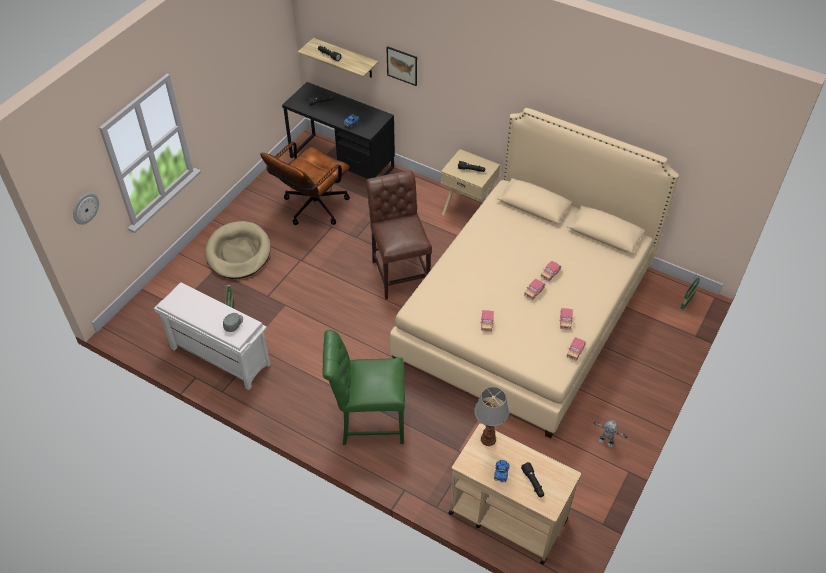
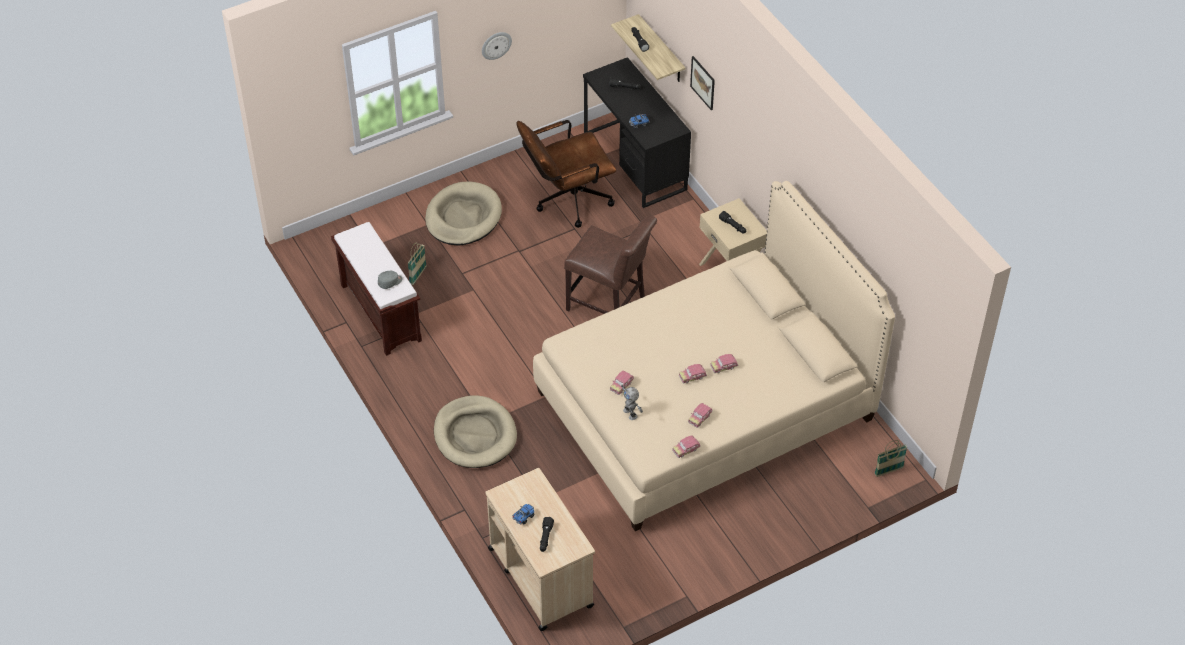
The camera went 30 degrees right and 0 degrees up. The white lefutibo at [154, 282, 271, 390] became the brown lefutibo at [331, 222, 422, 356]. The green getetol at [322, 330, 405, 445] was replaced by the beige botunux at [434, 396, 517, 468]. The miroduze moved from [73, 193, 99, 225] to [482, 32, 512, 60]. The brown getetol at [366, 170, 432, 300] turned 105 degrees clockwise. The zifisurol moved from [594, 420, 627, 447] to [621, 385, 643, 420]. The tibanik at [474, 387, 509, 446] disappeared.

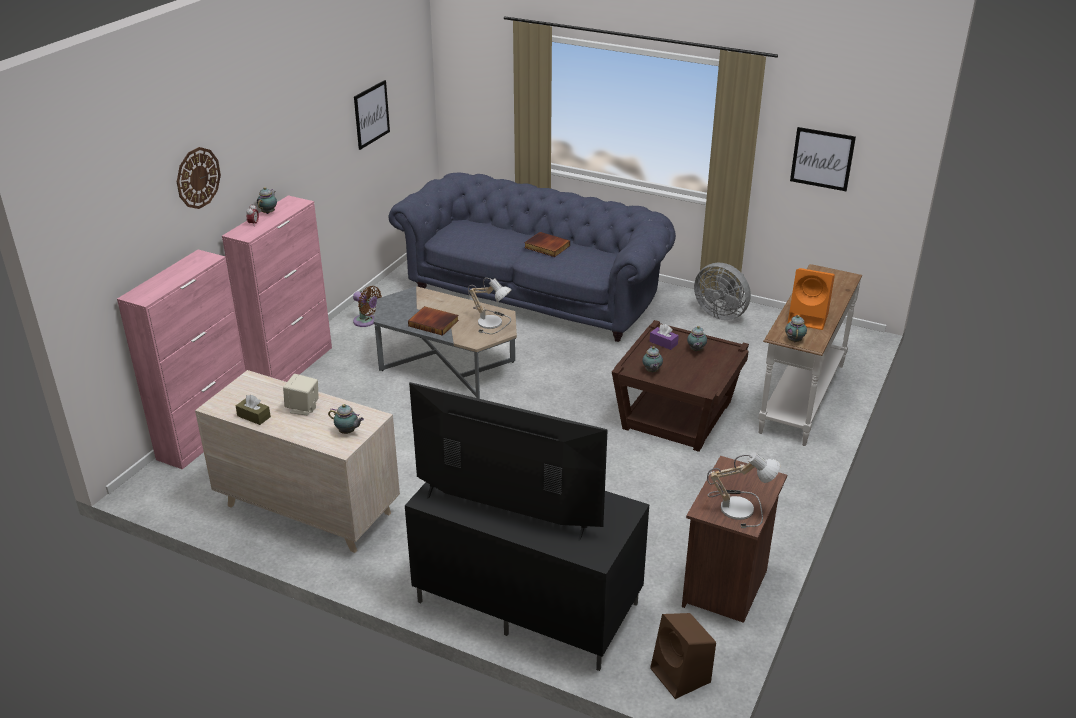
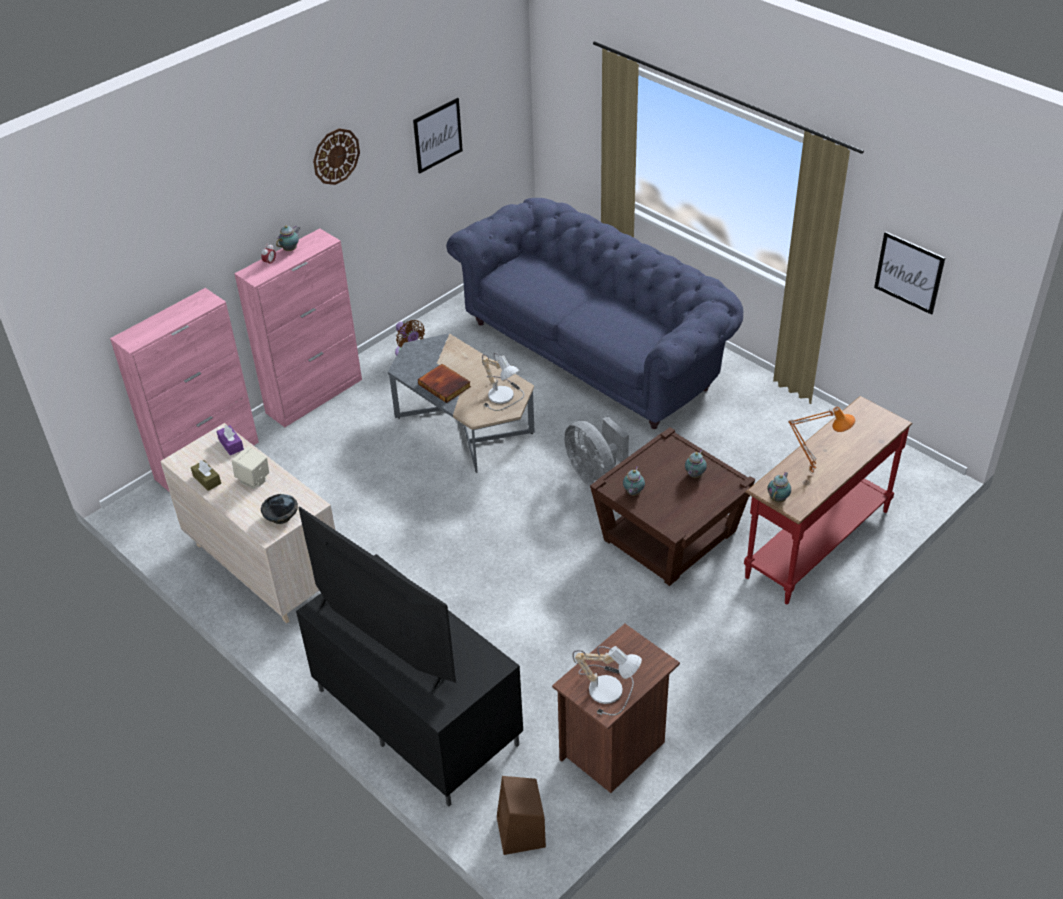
The camera went 20 degrees right and 10 degrees up. The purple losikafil moved from [650, 324, 679, 350] to [216, 425, 244, 455]. The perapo at [328, 404, 364, 434] was replaced by the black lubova at [261, 494, 298, 524]. The miroduze moved from [177, 147, 221, 209] to [313, 128, 360, 185]. The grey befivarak moved from [694, 263, 751, 320] to [564, 416, 629, 486]. The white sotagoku at [758, 264, 862, 446] became the red sotagoku at [744, 396, 913, 604]. The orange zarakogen at [788, 268, 835, 330] was replaced by the orange tibanik at [788, 407, 855, 474]. The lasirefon at [524, 232, 570, 257] disappeared.

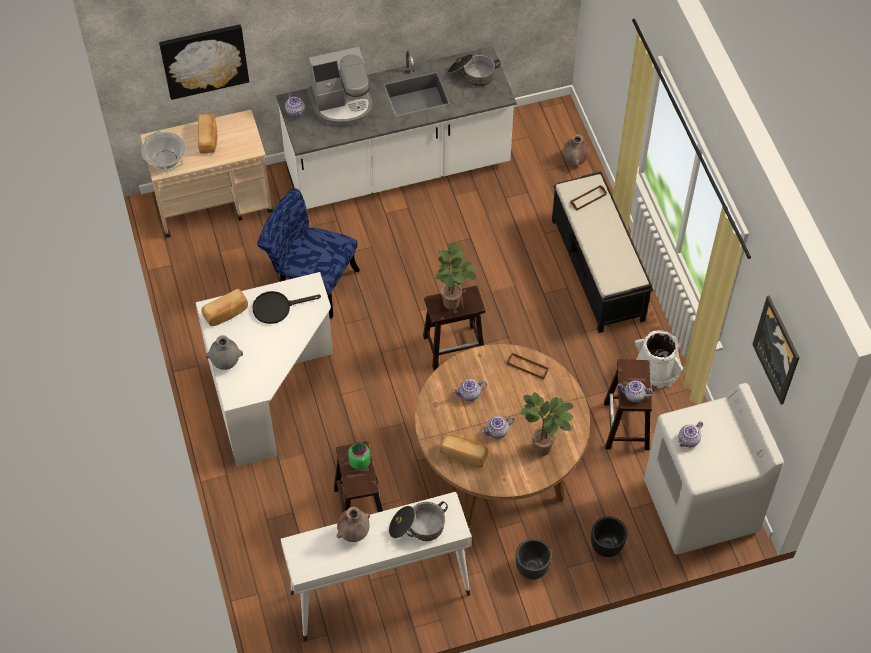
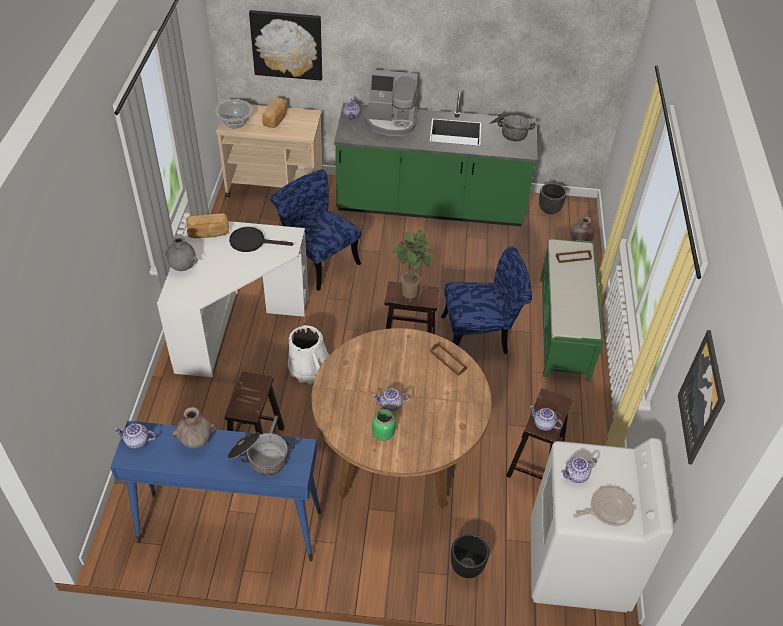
The camera went 20 degrees right and 10 degrees down. The white sotagoku at [281, 492, 472, 642] became the blue sotagoku at [110, 421, 321, 561]. The perapo moved from [453, 379, 487, 401] to [114, 423, 156, 449]. The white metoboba moved from [635, 330, 683, 389] to [288, 325, 329, 384]. The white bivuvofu at [276, 46, 517, 209] became the green bivuvofu at [334, 92, 538, 226]. The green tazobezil moved from [348, 442, 370, 470] to [372, 409, 396, 441]. The blue getetol at [441, 246, 532, 354] appeared. The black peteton moved from [516, 539, 552, 580] to [539, 183, 567, 214]. The black lefutibo at [552, 171, 653, 333] became the green lefutibo at [540, 239, 604, 381]. The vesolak at [573, 487, 634, 526] appeared. The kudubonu at [439, 433, 489, 468] disappeared. The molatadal at [520, 392, 574, 456] disappeared.

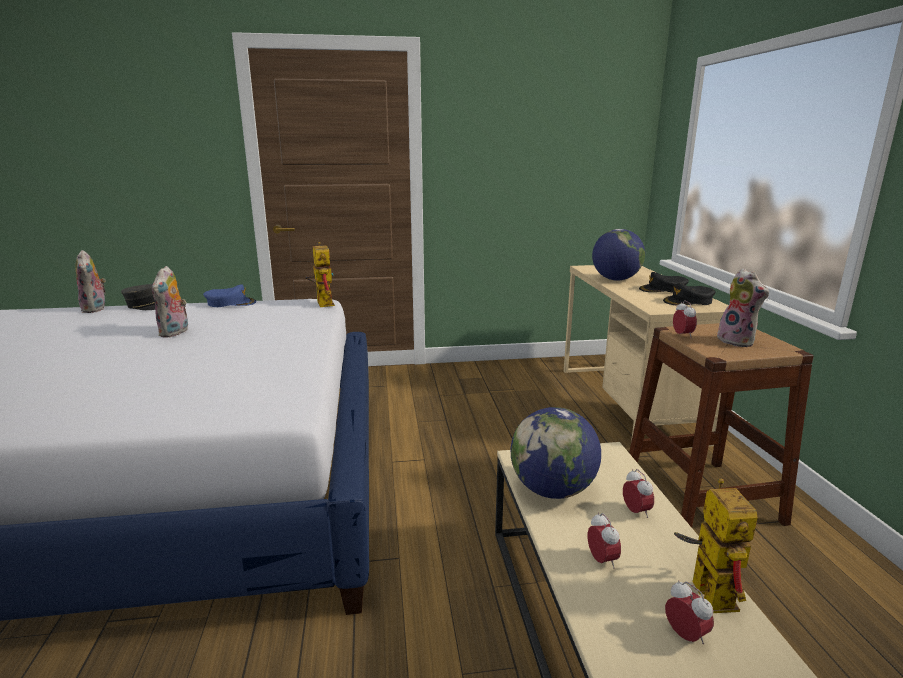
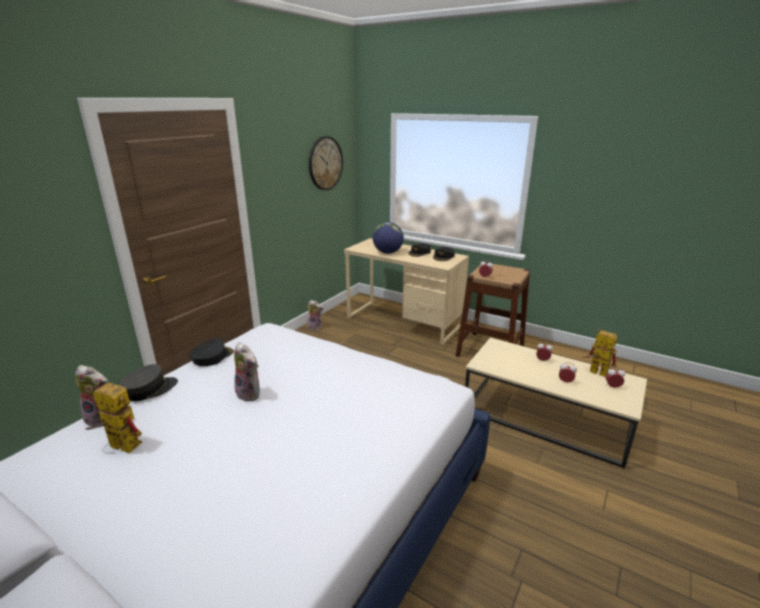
The camera went 50 degrees left and 5 degrees up. The zifisurol moved from [305, 242, 335, 307] to [86, 382, 142, 453]. The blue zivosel at [203, 284, 256, 307] became the black zivosel at [189, 338, 234, 366]. The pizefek moved from [717, 269, 769, 347] to [307, 300, 323, 330]. The miroduze at [309, 136, 343, 190] appeared. The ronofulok at [510, 407, 601, 499] disappeared.

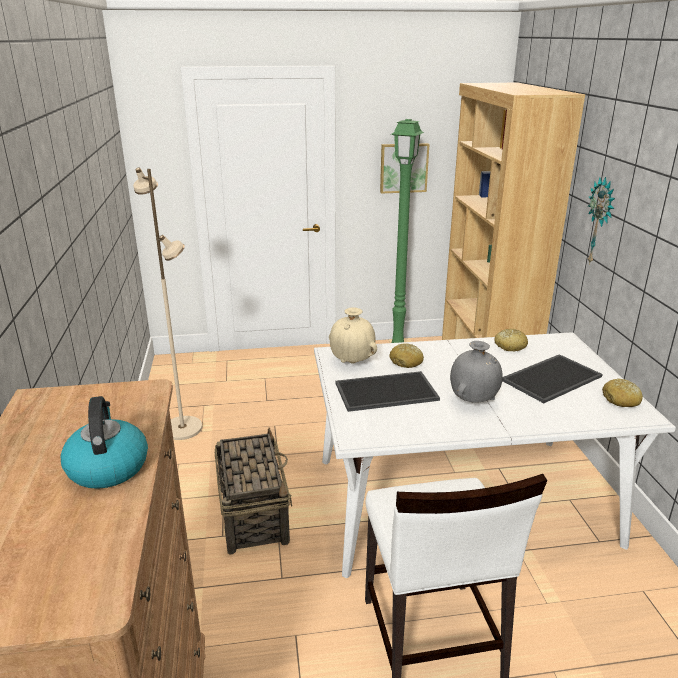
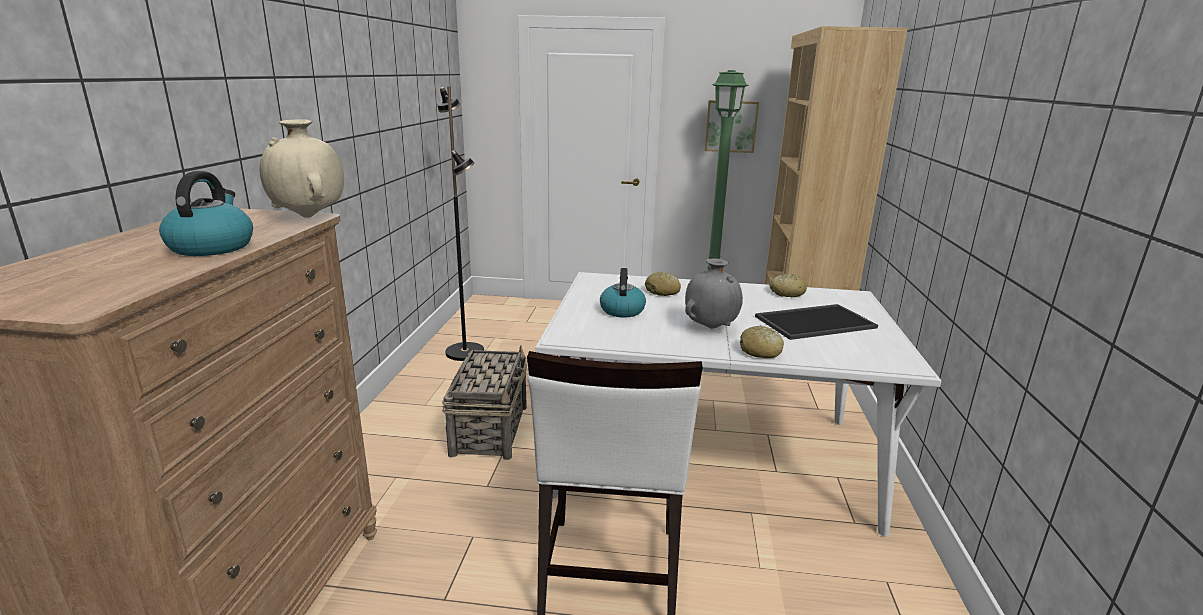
The camera went 15 degrees right and 5 degrees down. The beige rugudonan moved from [329, 307, 377, 364] to [259, 119, 344, 218]. The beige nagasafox at [133, 168, 202, 440] became the black nagasafox at [437, 87, 484, 361]. The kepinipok at [335, 371, 440, 412] was replaced by the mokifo at [600, 268, 646, 317]. The kudubonu moved from [602, 378, 643, 407] to [740, 325, 784, 358]. The miroduze at [588, 177, 615, 265] disappeared.

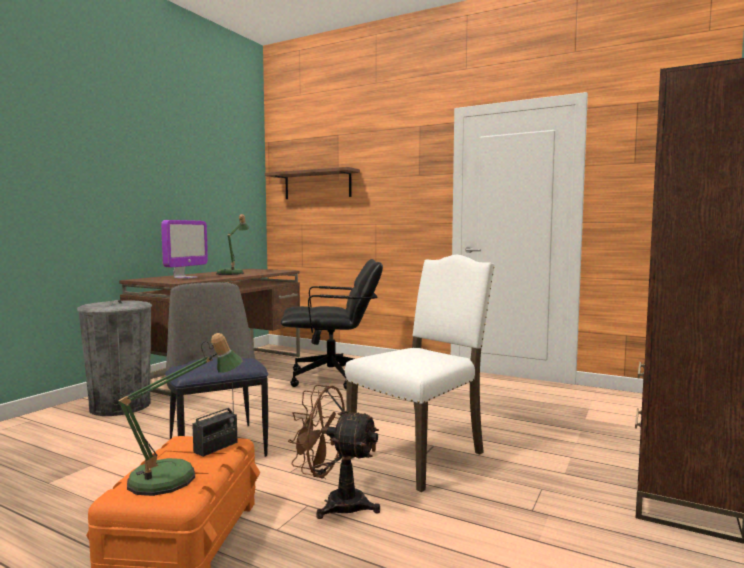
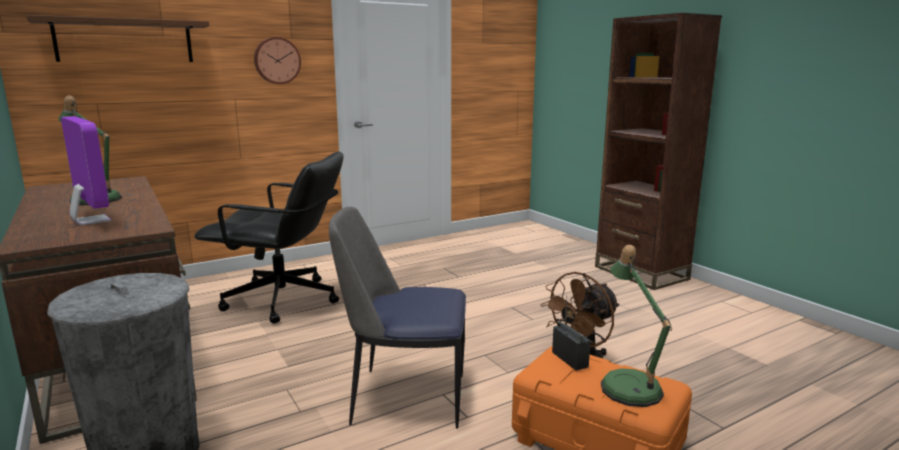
The camera went 60 degrees left and 10 degrees up. The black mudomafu at [281, 259, 383, 389] turned 75 degrees clockwise. The miroduze at [254, 37, 301, 84] appeared. The white getetol at [345, 255, 495, 492] disappeared.

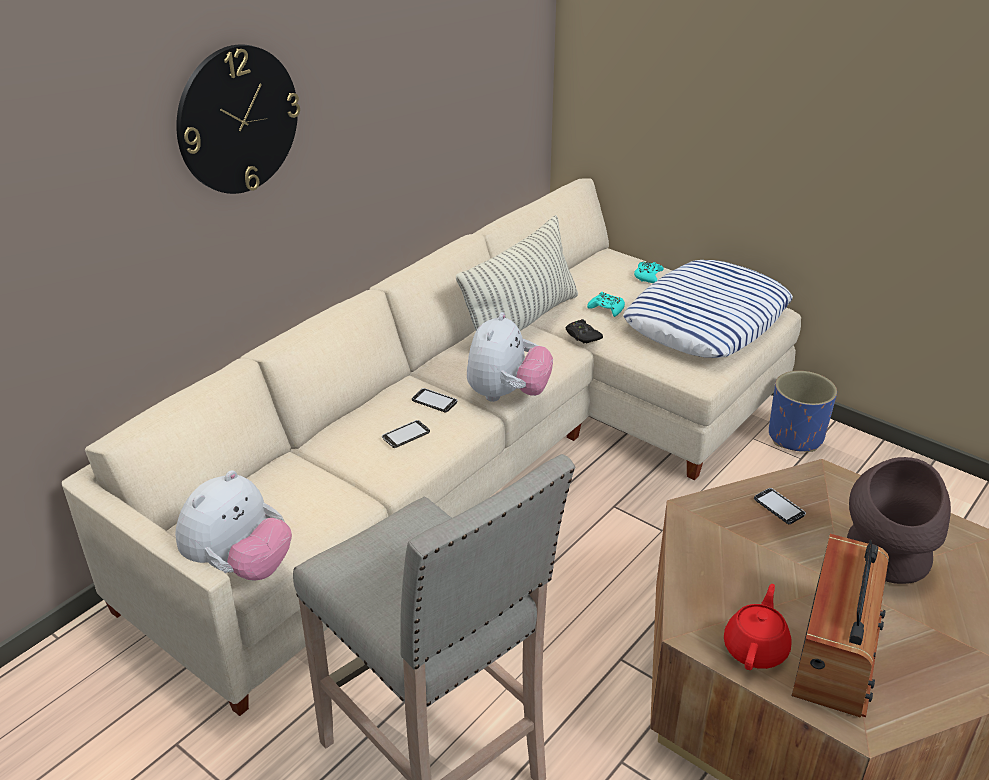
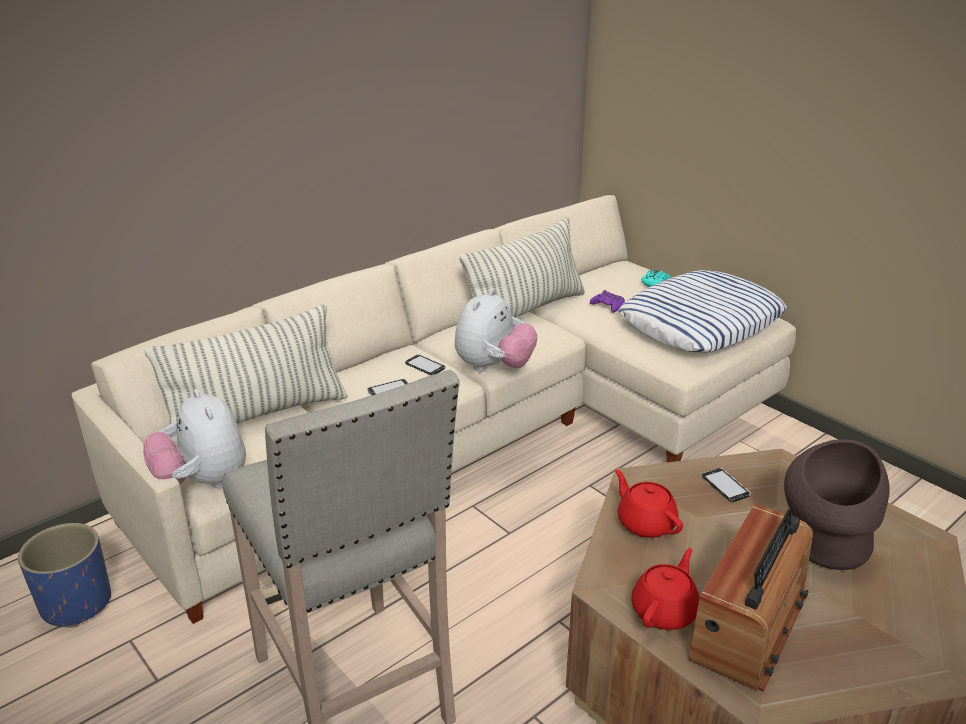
The camera went 10 degrees right and 5 degrees down. The blue peteton moved from [769, 371, 837, 452] to [18, 523, 111, 627]. The pizefek at [175, 470, 292, 581] turned 105 degrees clockwise. The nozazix at [144, 304, 348, 446] appeared. The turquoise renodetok at [587, 292, 625, 317] became the purple renodetok at [590, 290, 625, 313]. The red perapo at [615, 469, 683, 538] appeared. The miroduze at [176, 44, 300, 194] disappeared. The black renodetok at [566, 319, 603, 343] disappeared.

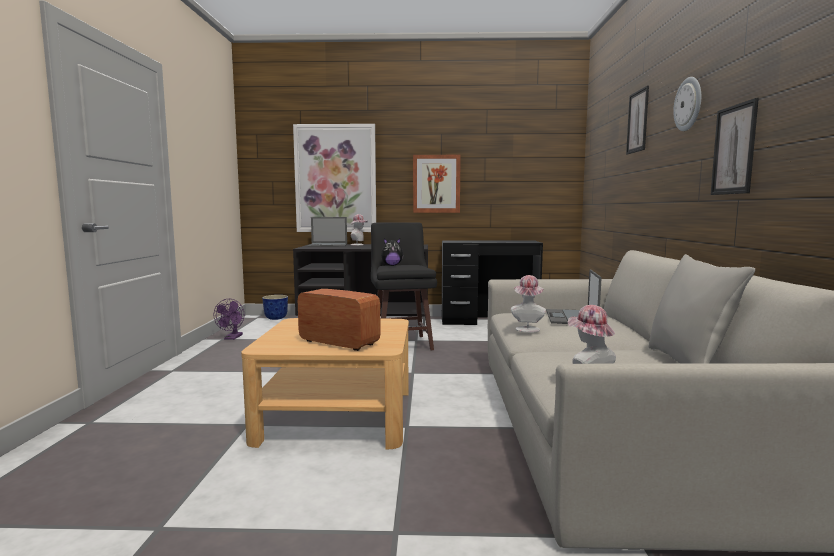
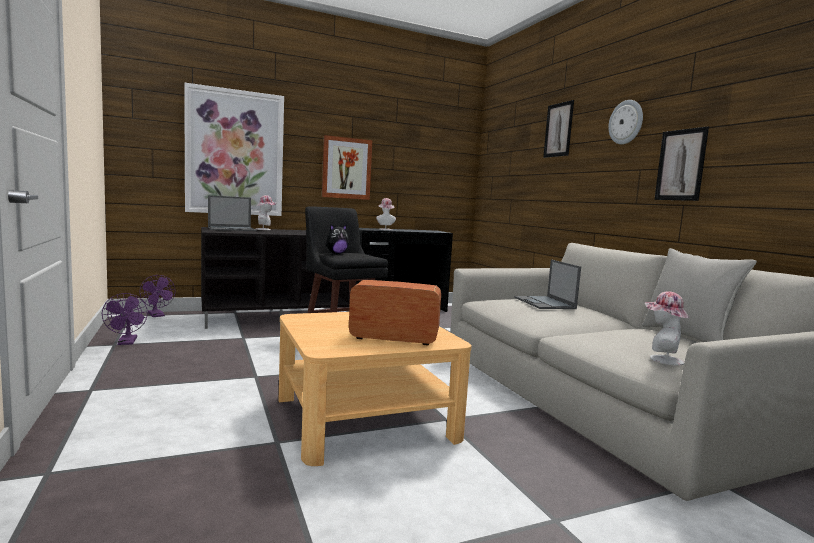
The camera went 25 degrees left and 0 degrees up. The peteton at [262, 295, 288, 320] was replaced by the purple befivarak at [140, 275, 176, 317]. The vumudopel moved from [511, 275, 546, 333] to [376, 198, 396, 230].

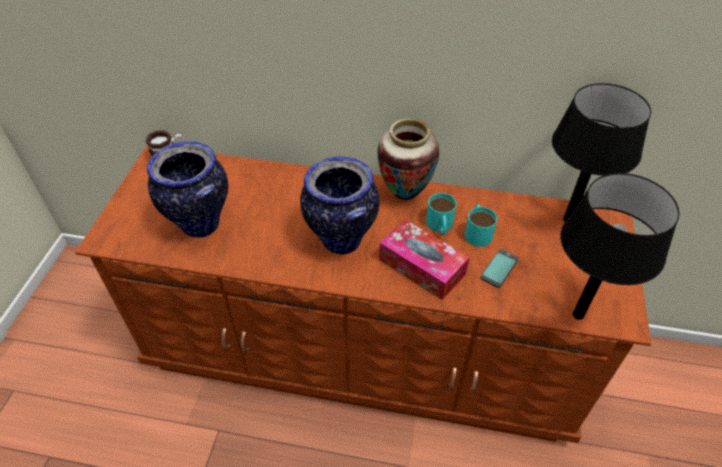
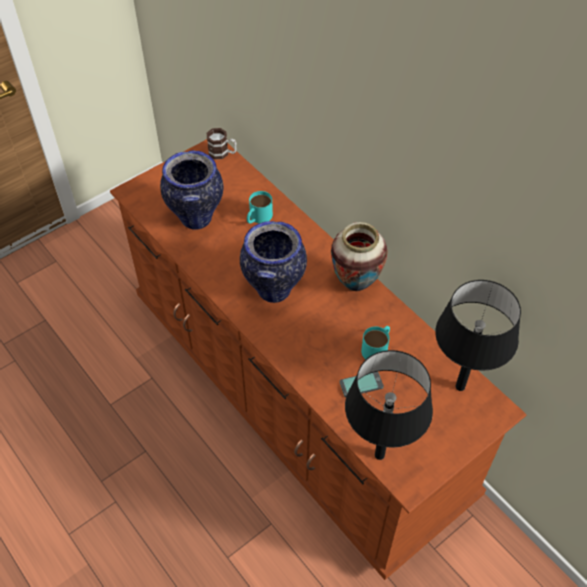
The camera went 40 degrees right and 5 degrees up. The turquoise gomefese moved from [426, 193, 456, 235] to [247, 191, 273, 224]. The losikafil at [379, 220, 469, 300] disappeared.

